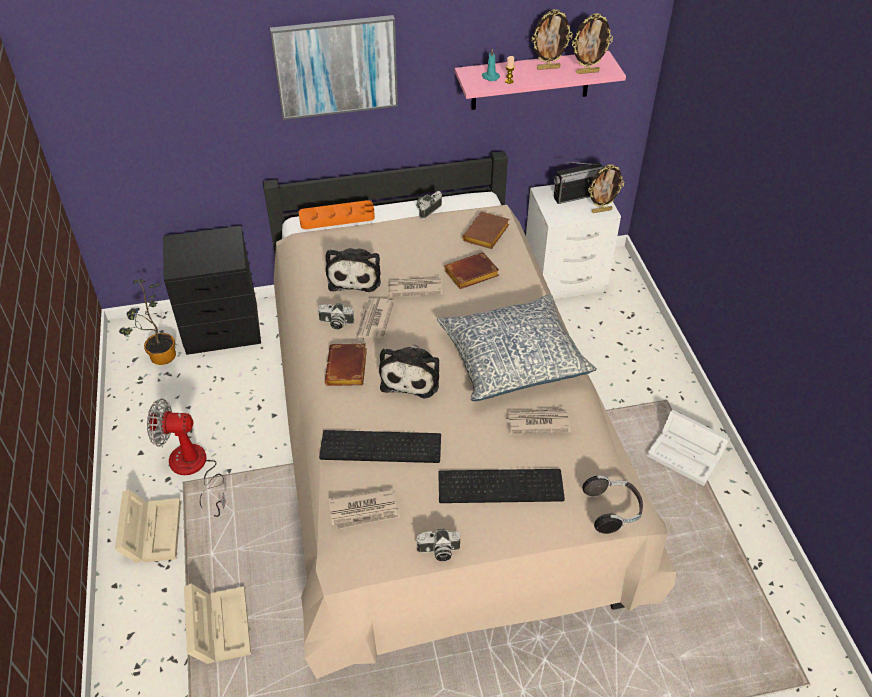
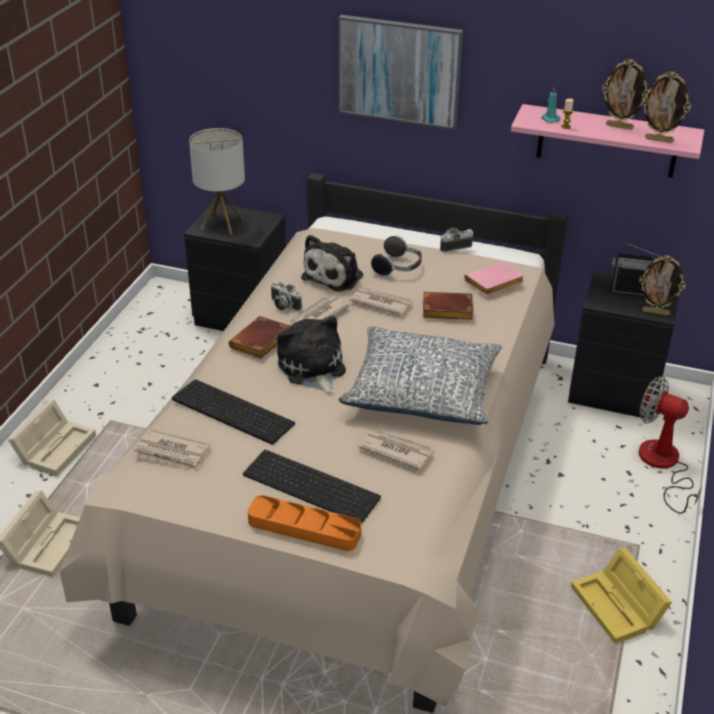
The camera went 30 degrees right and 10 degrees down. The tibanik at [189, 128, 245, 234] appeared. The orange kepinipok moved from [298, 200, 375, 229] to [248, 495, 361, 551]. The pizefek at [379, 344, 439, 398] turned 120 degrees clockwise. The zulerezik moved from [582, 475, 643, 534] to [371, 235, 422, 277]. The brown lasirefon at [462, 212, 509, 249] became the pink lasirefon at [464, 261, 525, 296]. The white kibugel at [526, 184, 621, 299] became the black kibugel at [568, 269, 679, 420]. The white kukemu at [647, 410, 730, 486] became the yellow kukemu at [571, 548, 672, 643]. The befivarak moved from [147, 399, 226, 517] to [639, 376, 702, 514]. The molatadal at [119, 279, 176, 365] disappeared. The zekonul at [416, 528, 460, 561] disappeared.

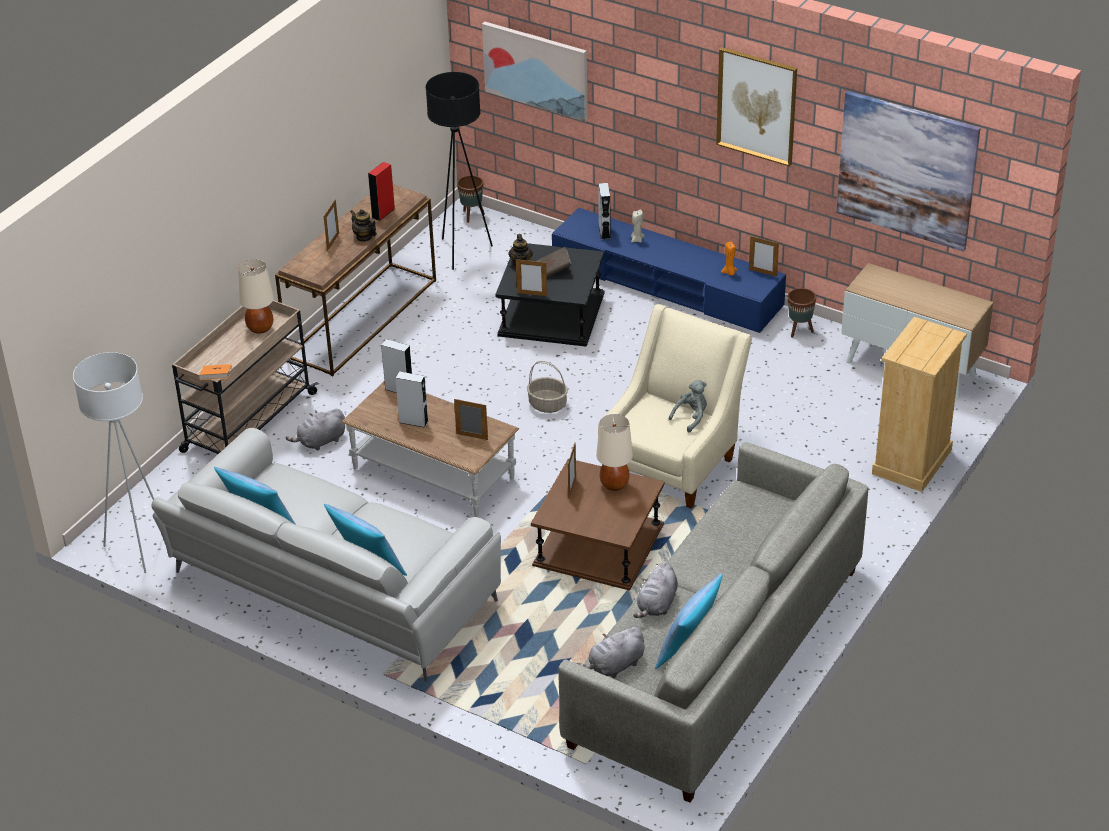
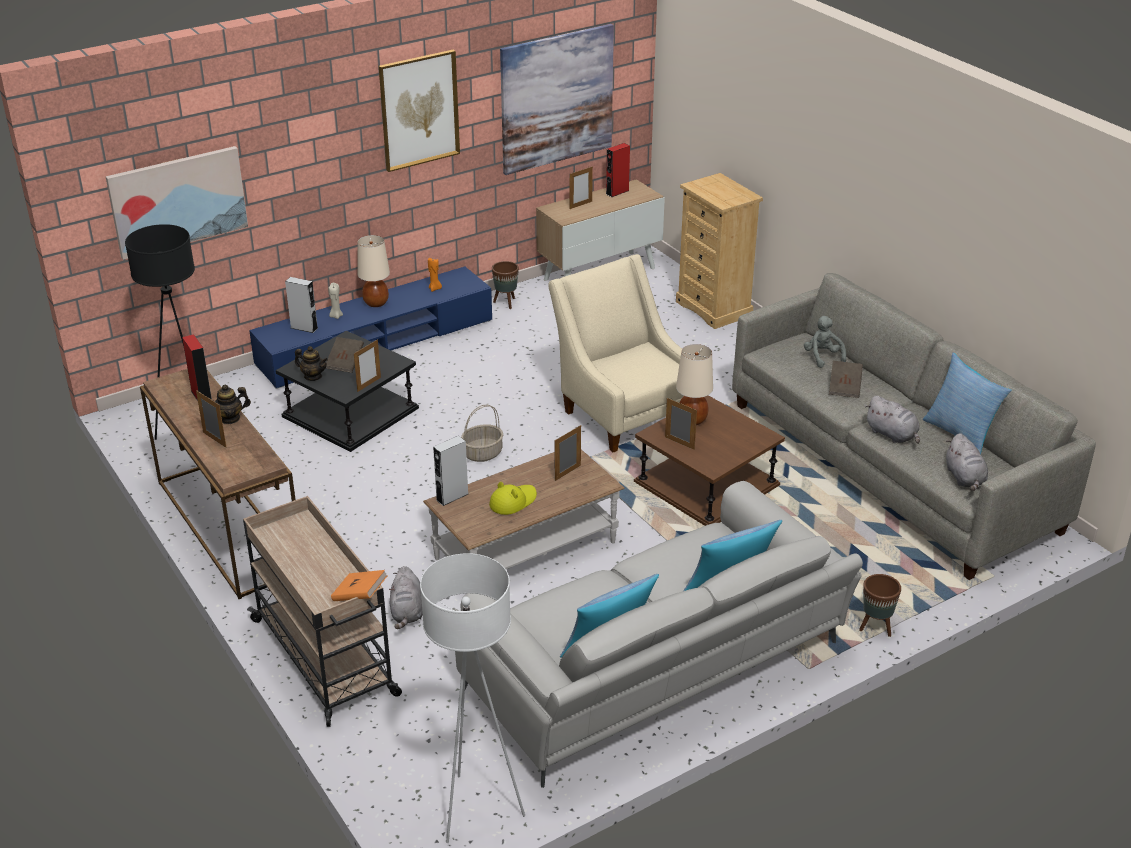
The camera went 65 degrees left and 5 degrees down. The beige tibanik moved from [238, 259, 274, 334] to [358, 235, 390, 307]. The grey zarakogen at [395, 371, 428, 428] was replaced by the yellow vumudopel at [489, 482, 537, 515]. The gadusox moved from [749, 236, 779, 277] to [570, 166, 593, 209]. The red zarakogen at [606, 143, 630, 197] appeared. The grey pizefek moved from [669, 380, 707, 432] to [804, 316, 846, 368]. The brown lasirefon at [829, 361, 863, 398] appeared. The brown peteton moved from [457, 175, 485, 223] to [859, 574, 901, 637].

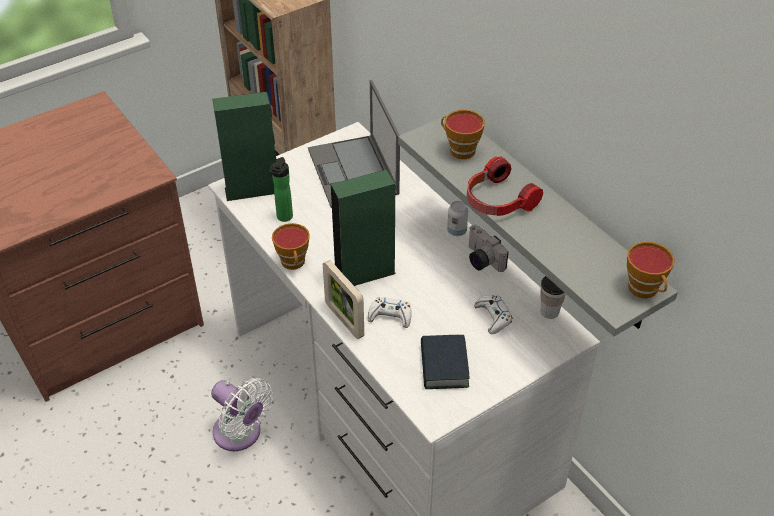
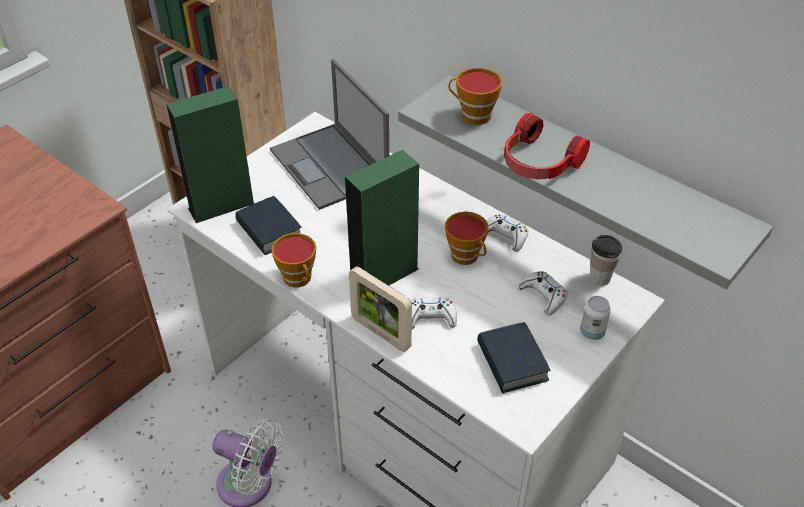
The camera went 15 degrees left and 0 degrees up. The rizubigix at [269, 157, 293, 222] was replaced by the lasirefon at [235, 196, 301, 255]. The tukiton moved from [627, 242, 674, 298] to [445, 211, 488, 265]. The zekonul at [469, 225, 509, 272] was replaced by the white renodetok at [486, 214, 529, 252]. The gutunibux moved from [447, 201, 468, 236] to [580, 296, 611, 340].

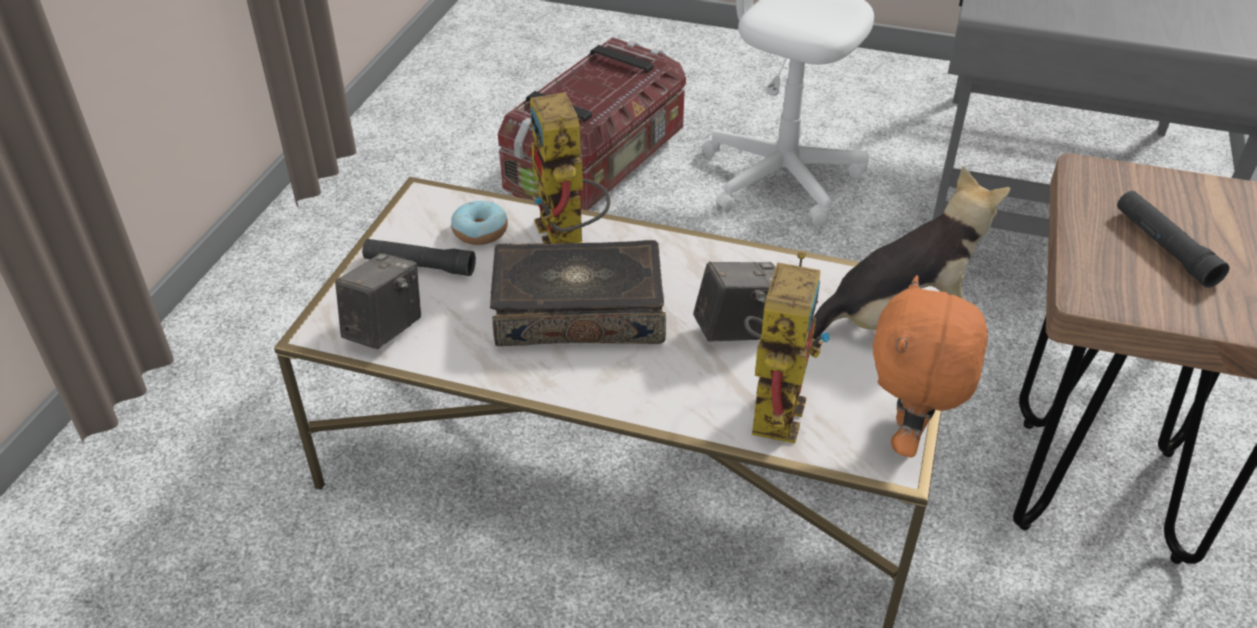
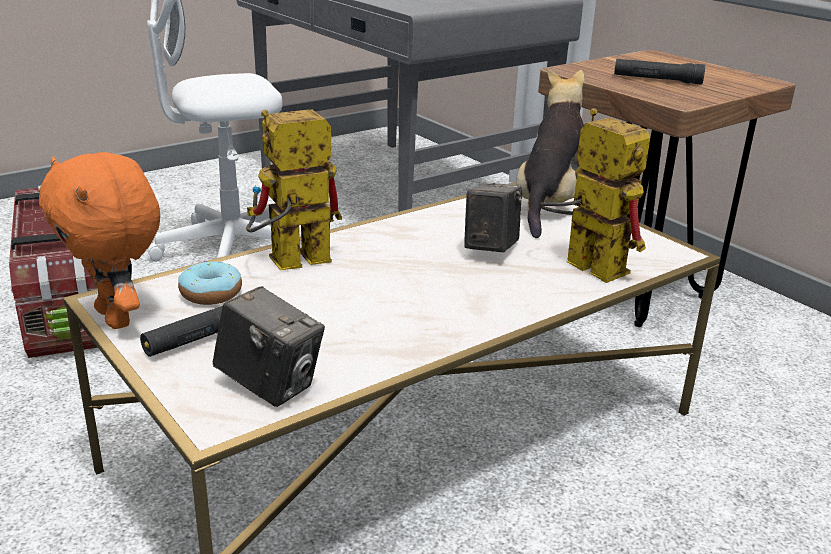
The camera went 55 degrees left and 15 degrees down. The orange pizefek moved from [873, 275, 988, 458] to [39, 152, 160, 329]. The zekonul at [335, 253, 421, 349] turned 150 degrees clockwise. The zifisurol at [530, 92, 611, 244] turned 135 degrees clockwise. The lasirefon at [490, 240, 666, 346] disappeared.

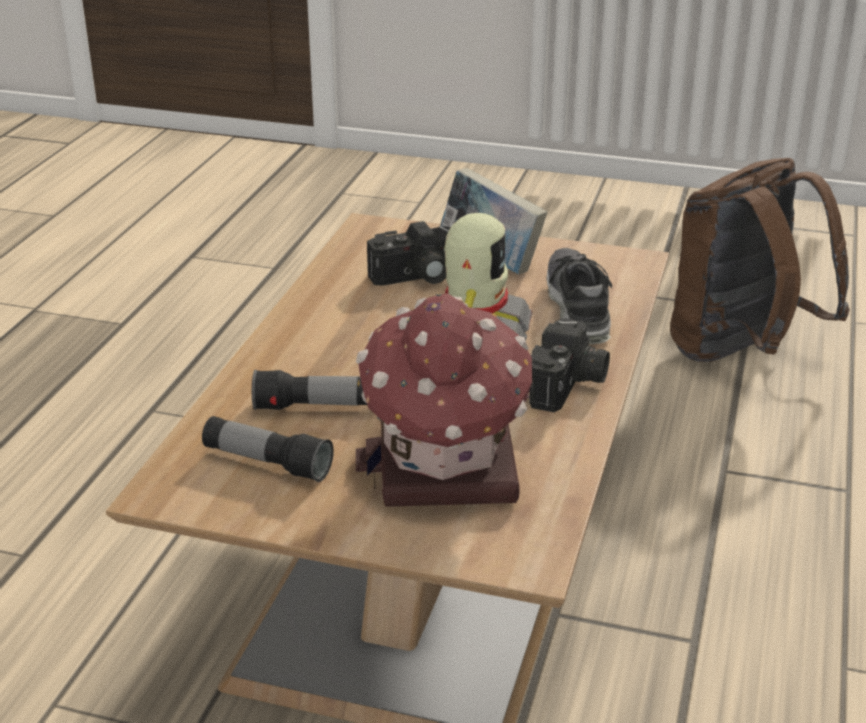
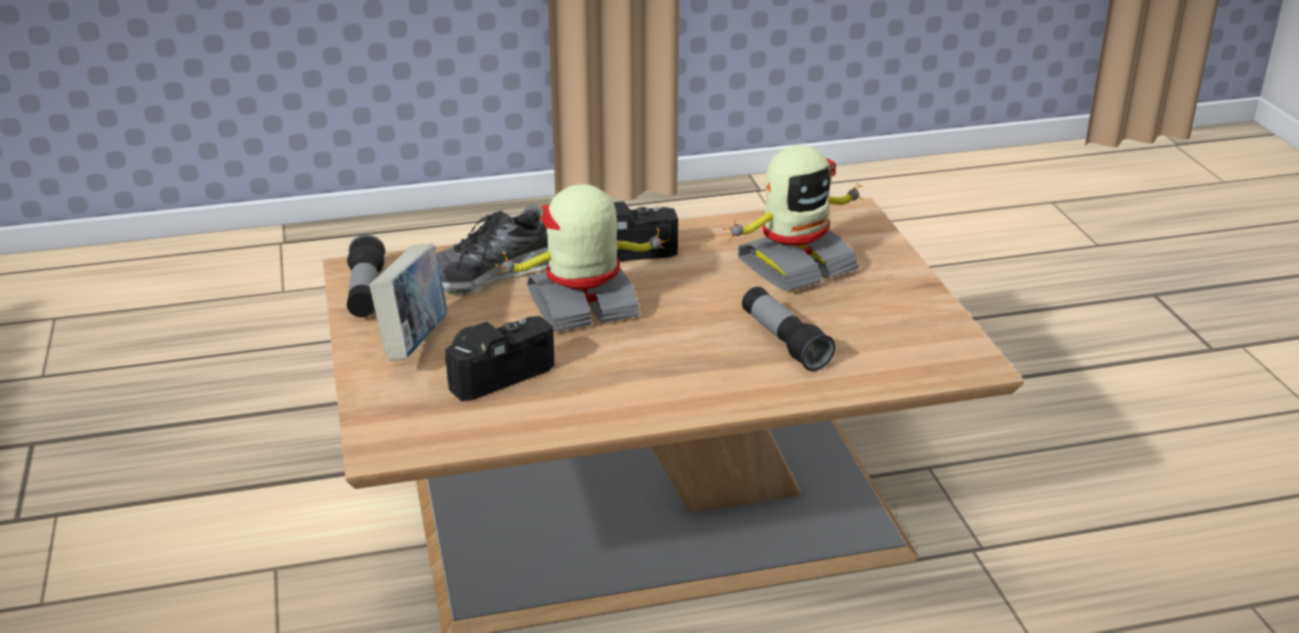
The camera went 120 degrees left and 0 degrees up. The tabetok moved from [202, 416, 334, 482] to [347, 235, 385, 317]. The zekonul at [367, 221, 451, 286] turned 75 degrees counterclockwise. The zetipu at [356, 293, 532, 507] was replaced by the zifisurol at [723, 145, 864, 292]. The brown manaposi at [670, 158, 850, 362] disappeared.

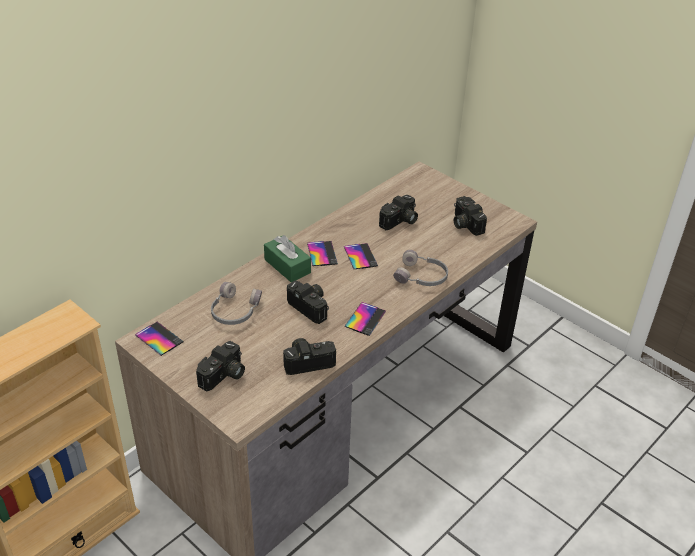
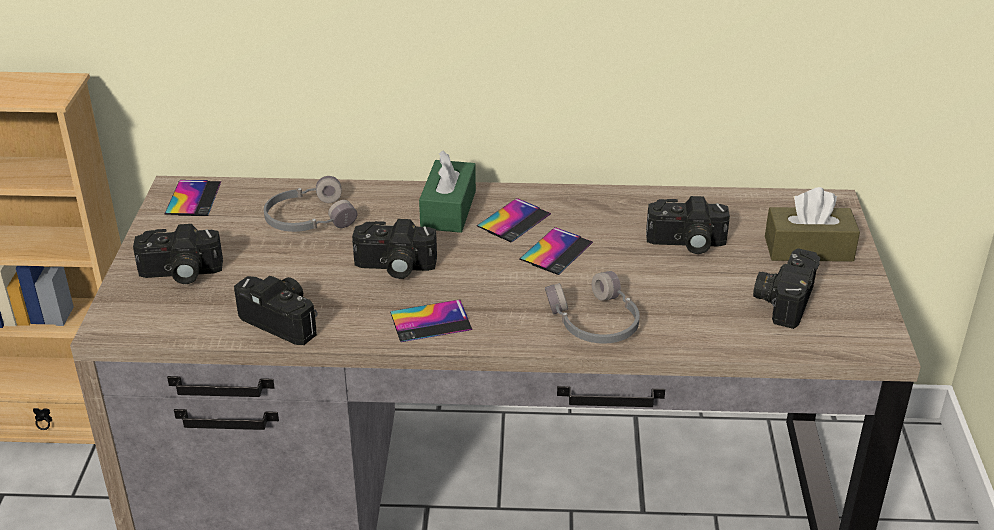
The camera went 50 degrees right and 5 degrees down. The zekonul at [287, 281, 329, 324] turned 90 degrees clockwise. The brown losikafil at [765, 187, 860, 262] appeared.

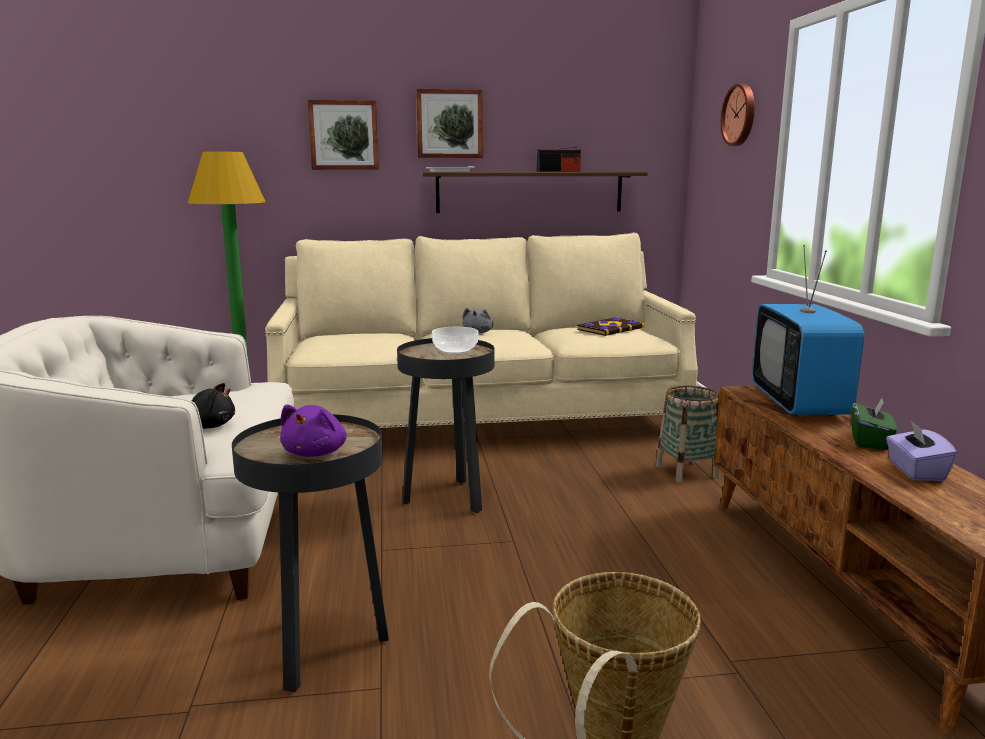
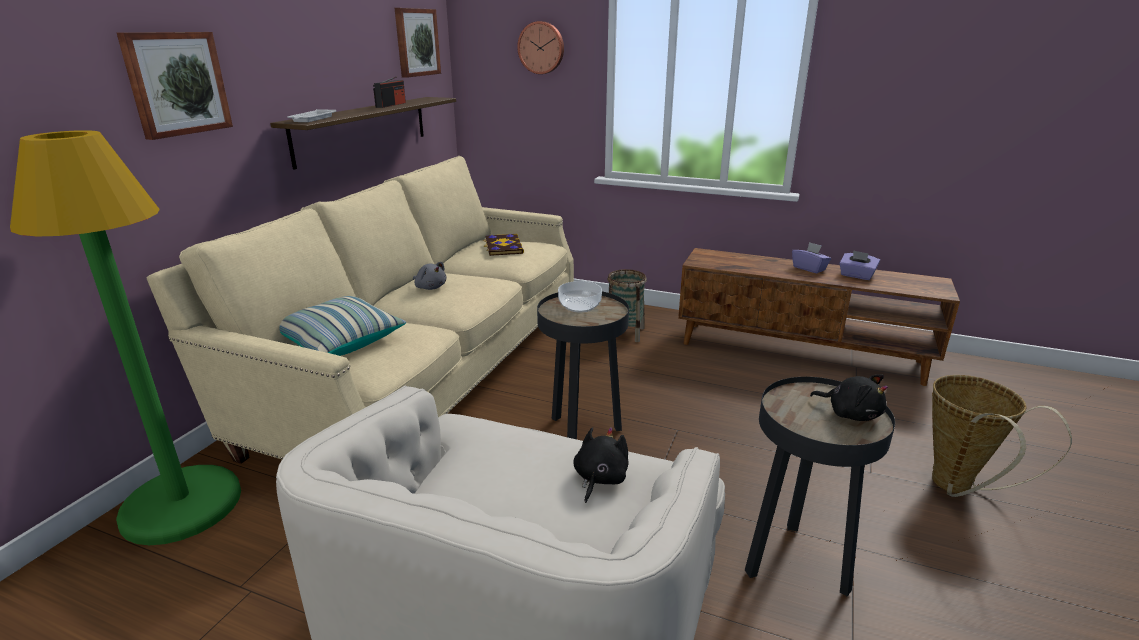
The camera went 60 degrees left and 10 degrees up. The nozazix at [279, 296, 406, 356] appeared. The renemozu moved from [416, 89, 483, 158] to [395, 8, 441, 78]. The green losikafil at [851, 398, 897, 450] became the purple losikafil at [792, 242, 831, 273]. The purple pizefek at [280, 404, 347, 457] became the black pizefek at [810, 374, 888, 421]. The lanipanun at [752, 245, 865, 416] disappeared.

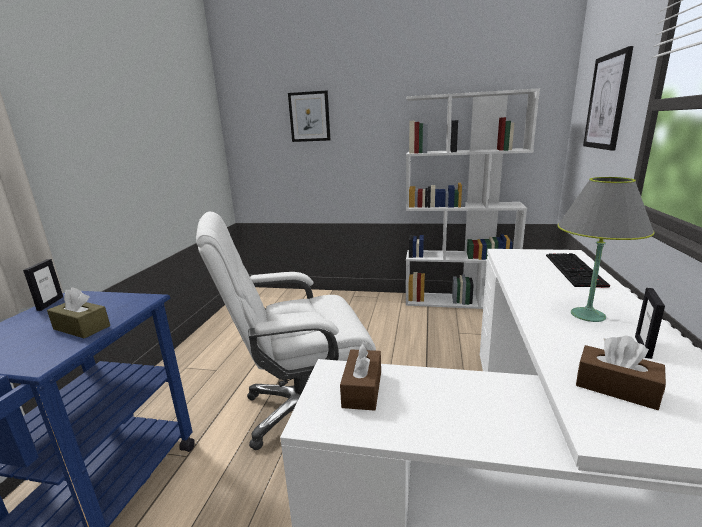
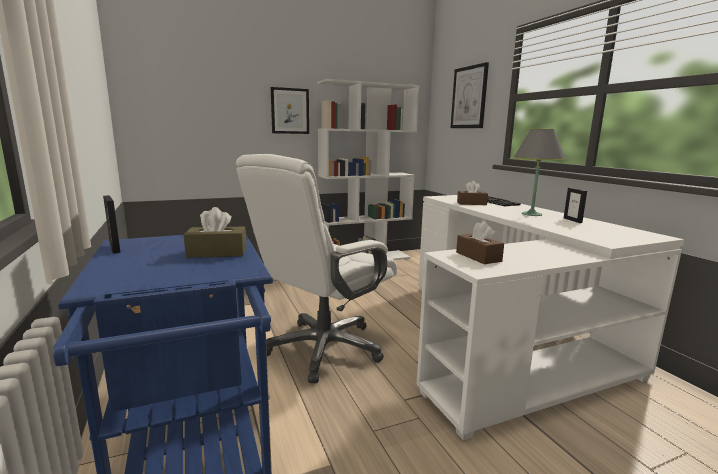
The camera went 35 degrees left and 5 degrees down. The renemozu moved from [288, 90, 331, 142] to [271, 87, 309, 134]. The brown losikafil moved from [576, 336, 666, 410] to [457, 181, 488, 205].

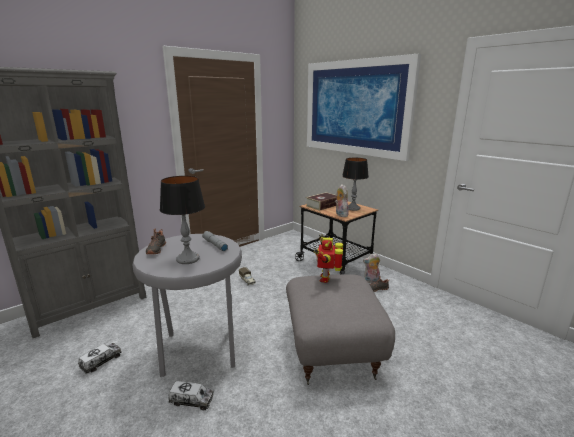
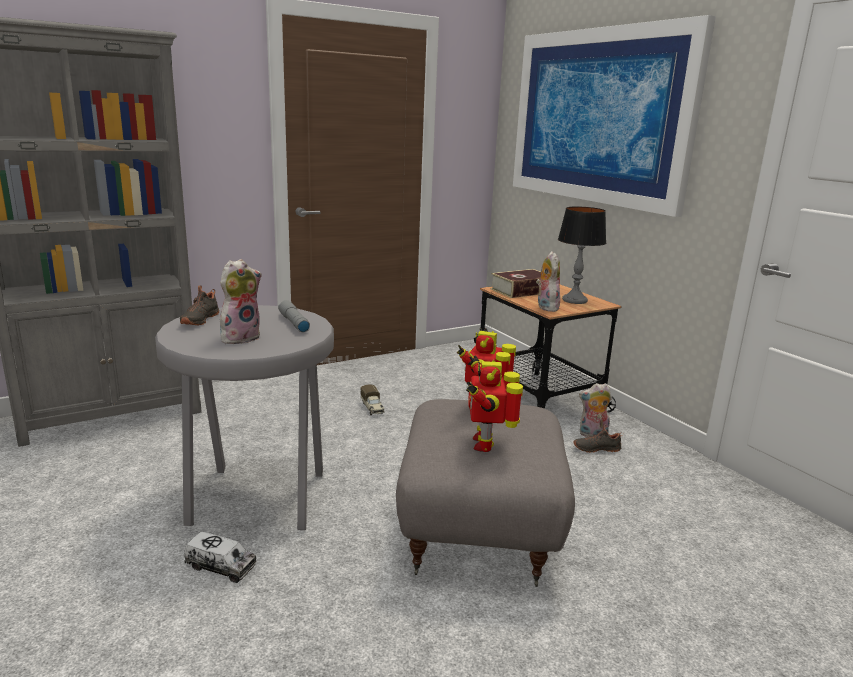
The camera went 10 degrees right and 0 degrees up. The tibanik at [160, 176, 205, 264] was replaced by the pizefek at [220, 259, 262, 344]. The zifisurol at [466, 356, 523, 452] appeared. The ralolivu at [78, 343, 122, 374] disappeared.

